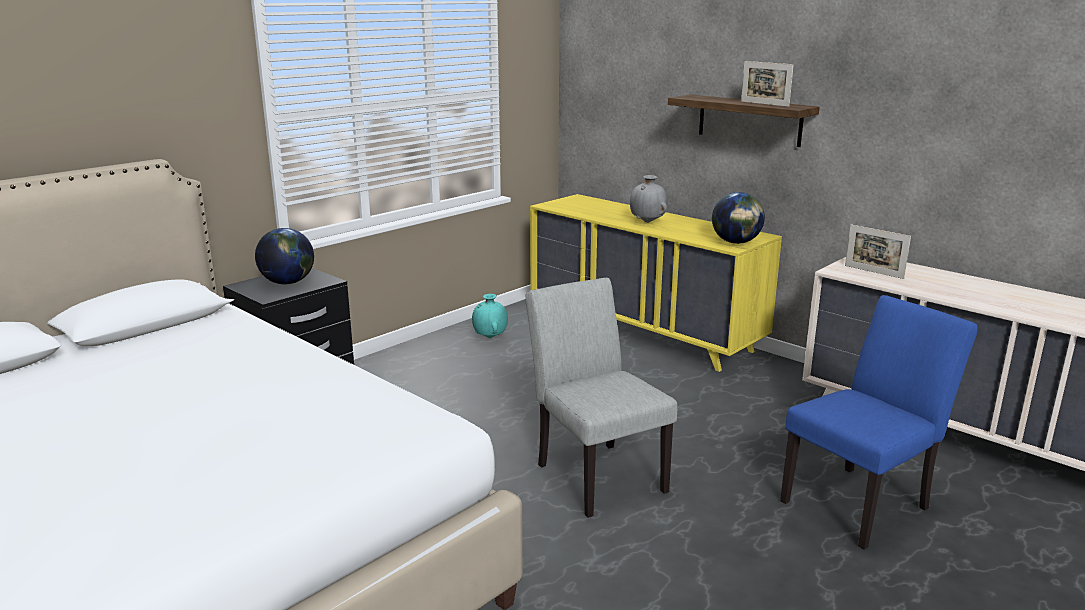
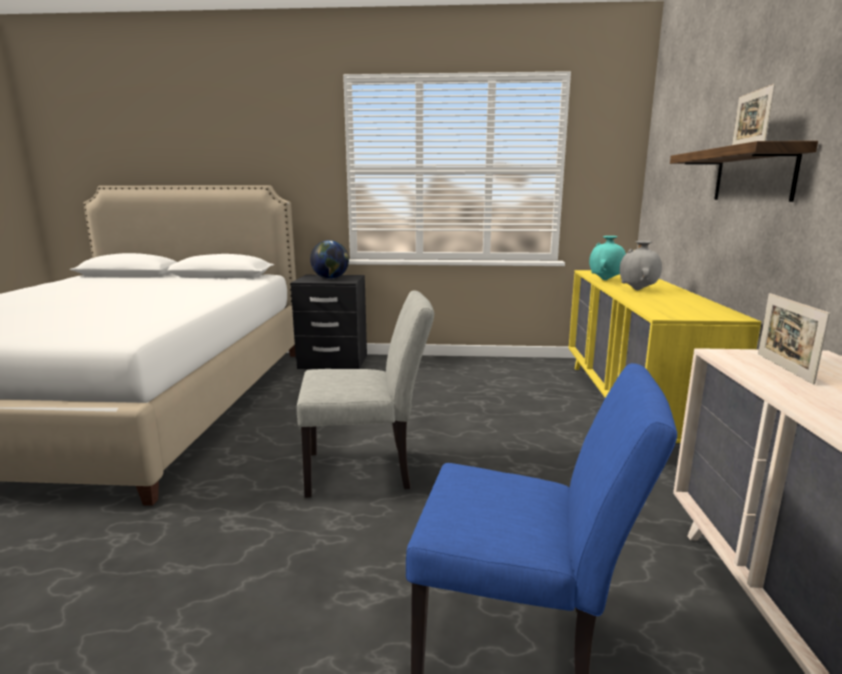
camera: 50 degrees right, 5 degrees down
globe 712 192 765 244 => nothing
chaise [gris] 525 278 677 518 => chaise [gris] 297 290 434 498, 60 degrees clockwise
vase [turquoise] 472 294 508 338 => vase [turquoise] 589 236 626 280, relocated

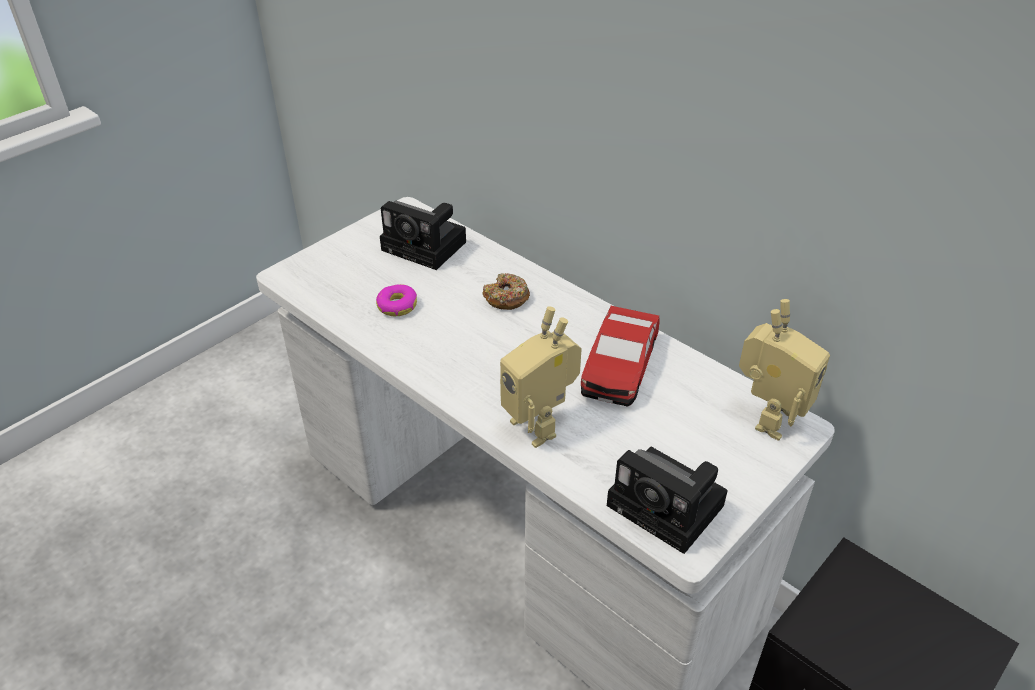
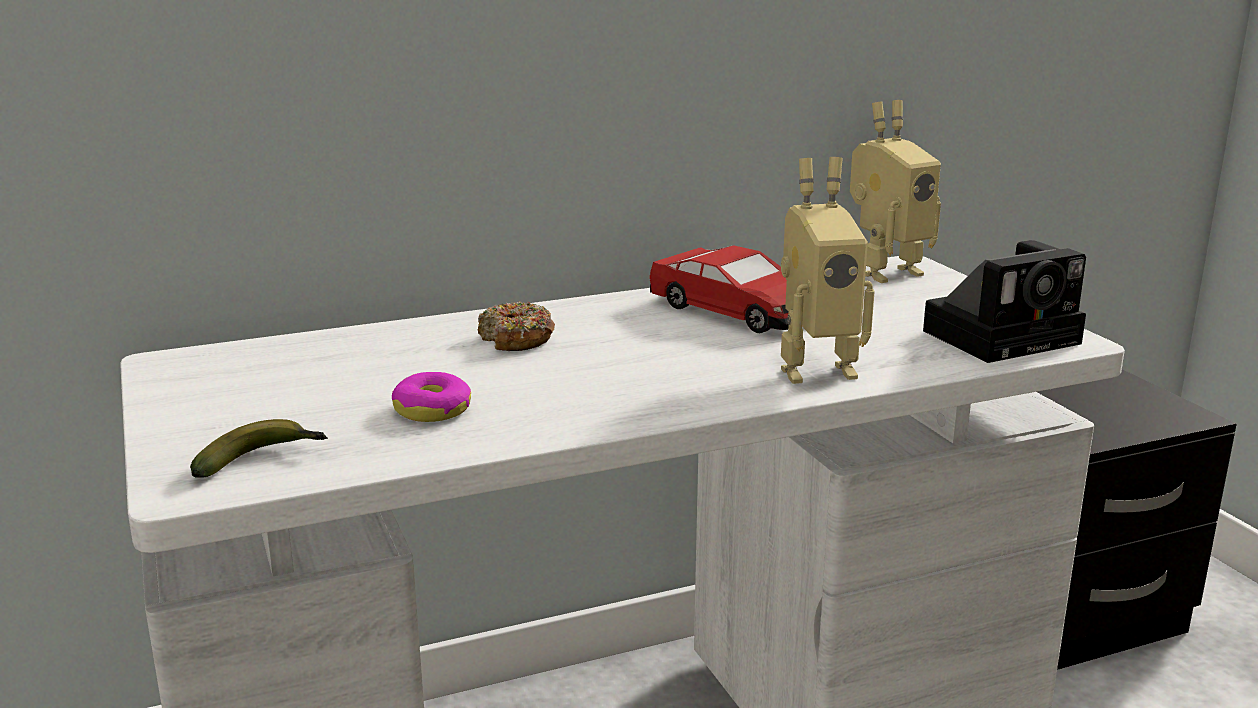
camera: 65 degrees left, 20 degrees down
appareil photo 380 201 466 270 => nothing
robot jouet 739 299 830 441 => robot jouet 850 100 941 283, 90 degrees clockwise
nothing => banane 190 419 328 478

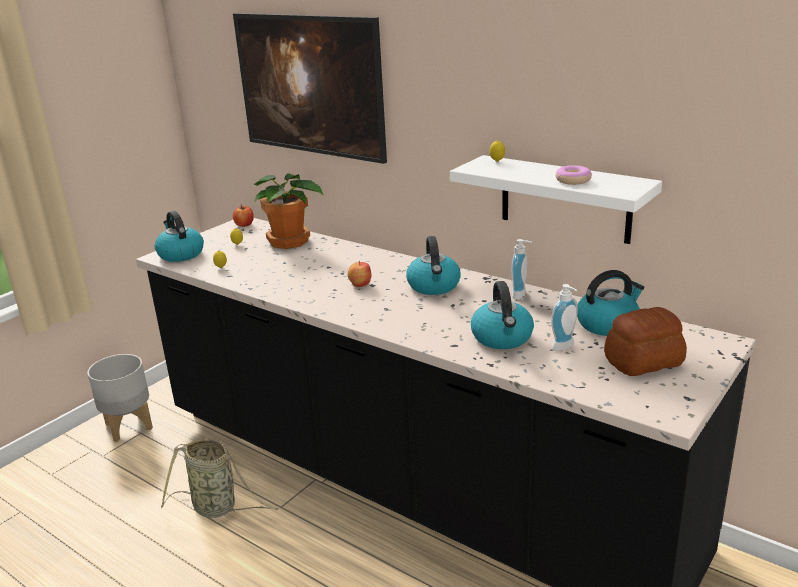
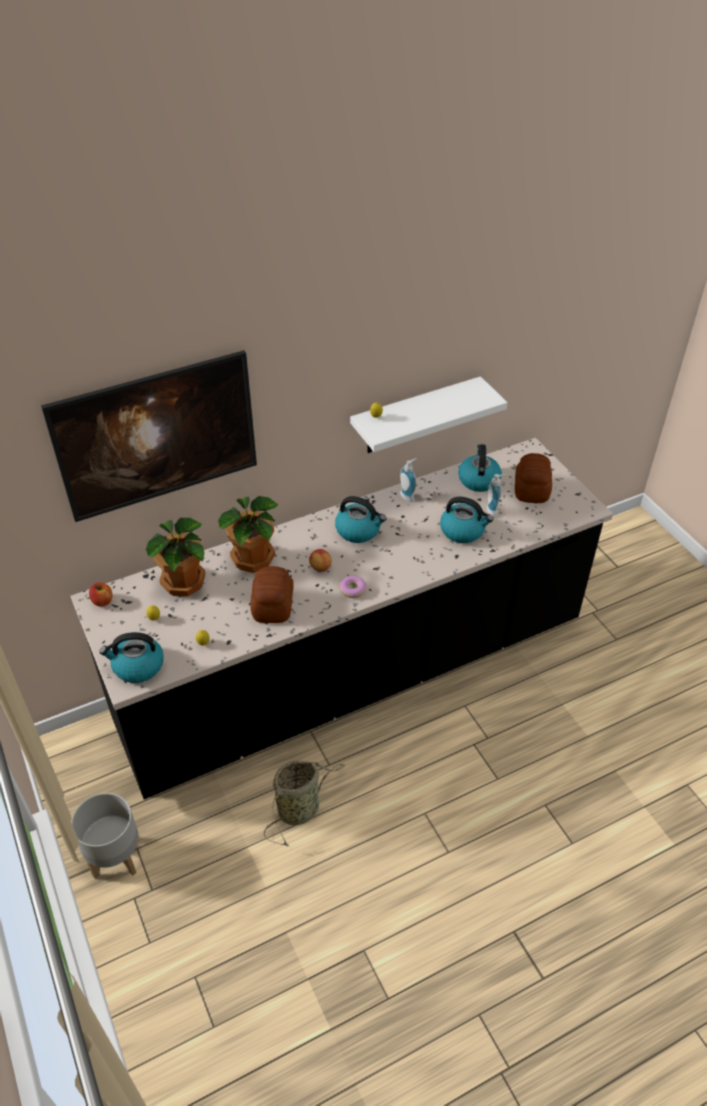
camera: 65 degrees left, 20 degrees up
beignet 556 165 592 185 => beignet 339 576 367 598, relocated
nothing => plante en pot 218 496 278 573
nothing => pain 250 566 294 623

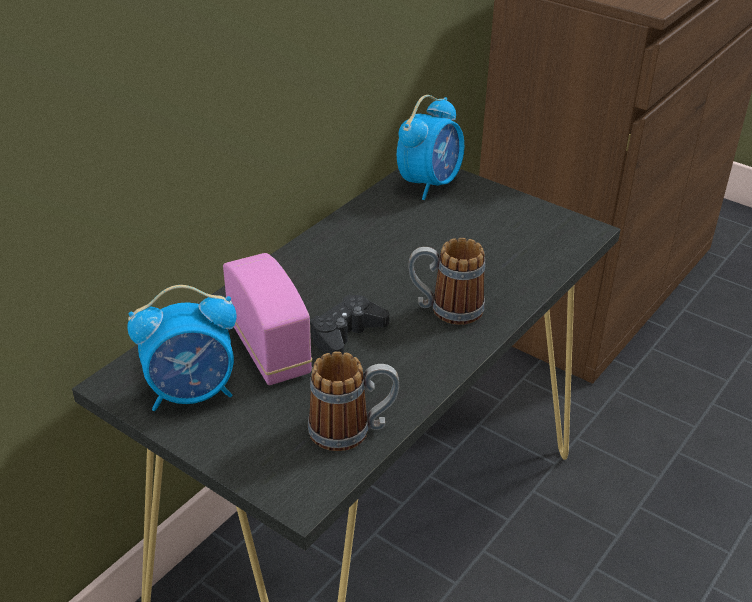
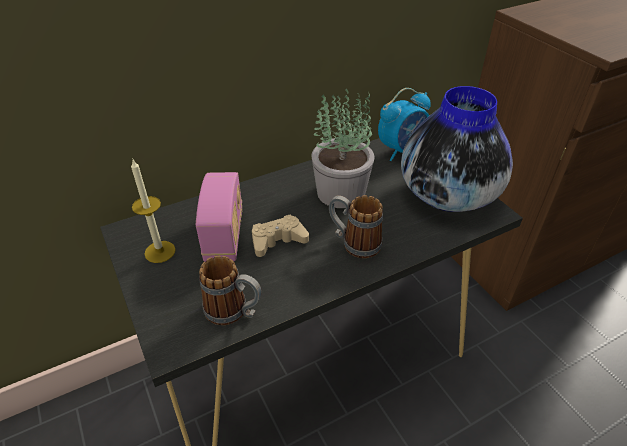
camera: 25 degrees right, 5 degrees up
réveil 127 285 237 411 => bougie 131 160 176 263
manette [noir] 310 294 389 355 => manette [beige] 252 215 309 257
nothing => vase 401 86 513 212
nothing => plante en pot 311 89 375 208

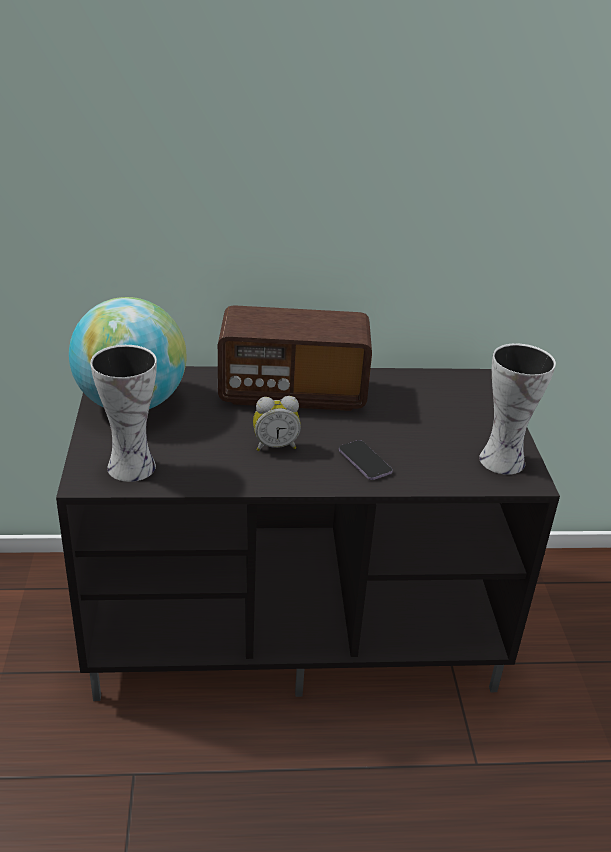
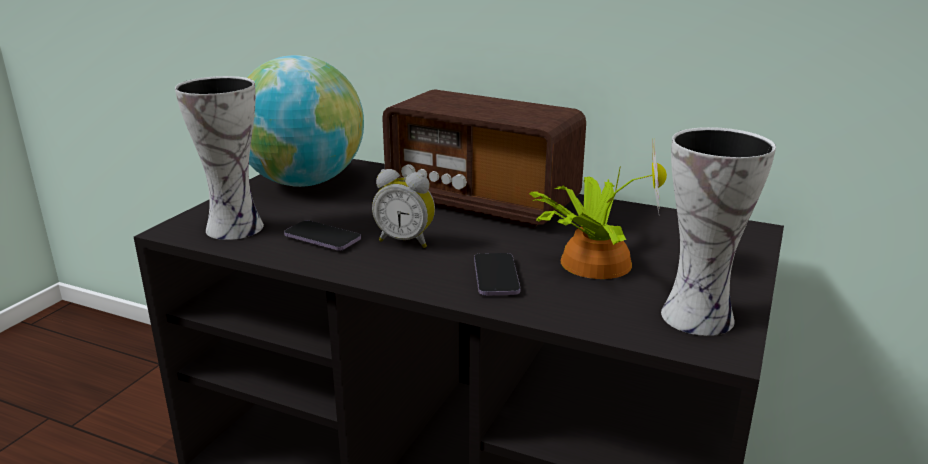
camera: 30 degrees right, 10 degrees down
nothing => plante en pot 529 138 667 279
nothing => téléphone 284 220 361 251

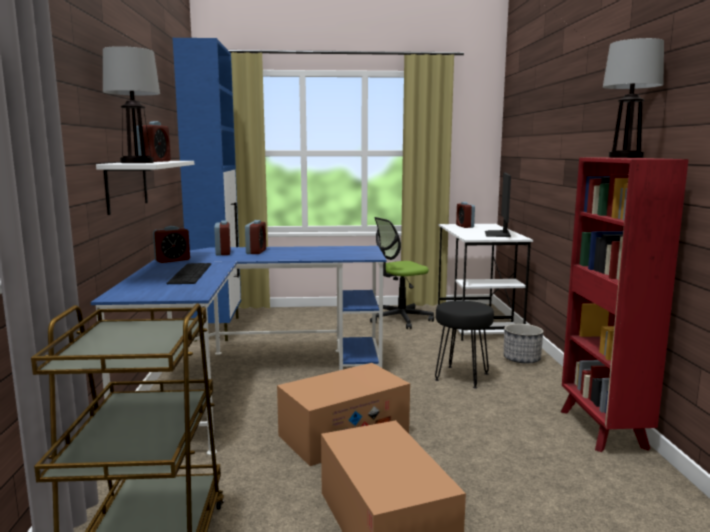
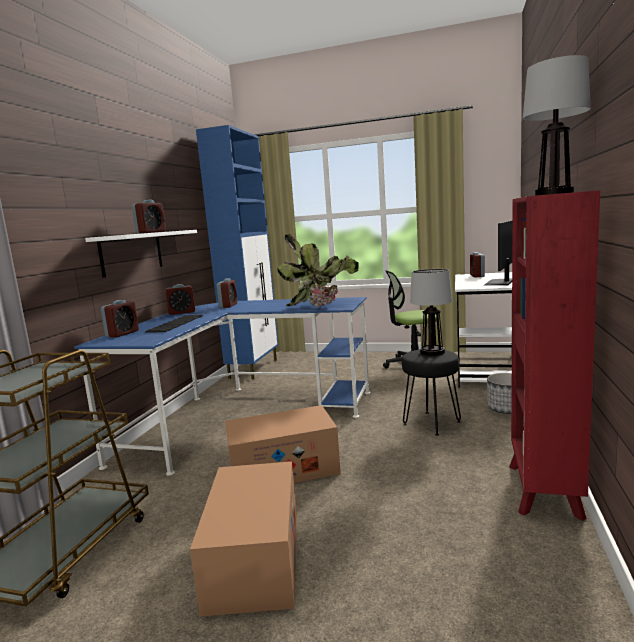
camera: 20 degrees right, 0 degrees up
lampe de table 103 46 160 163 => lampe de table 410 269 452 356, relocated
réveil 245 220 266 254 => réveil 101 300 139 338, relocated
nothing => plante en pot 277 234 358 308

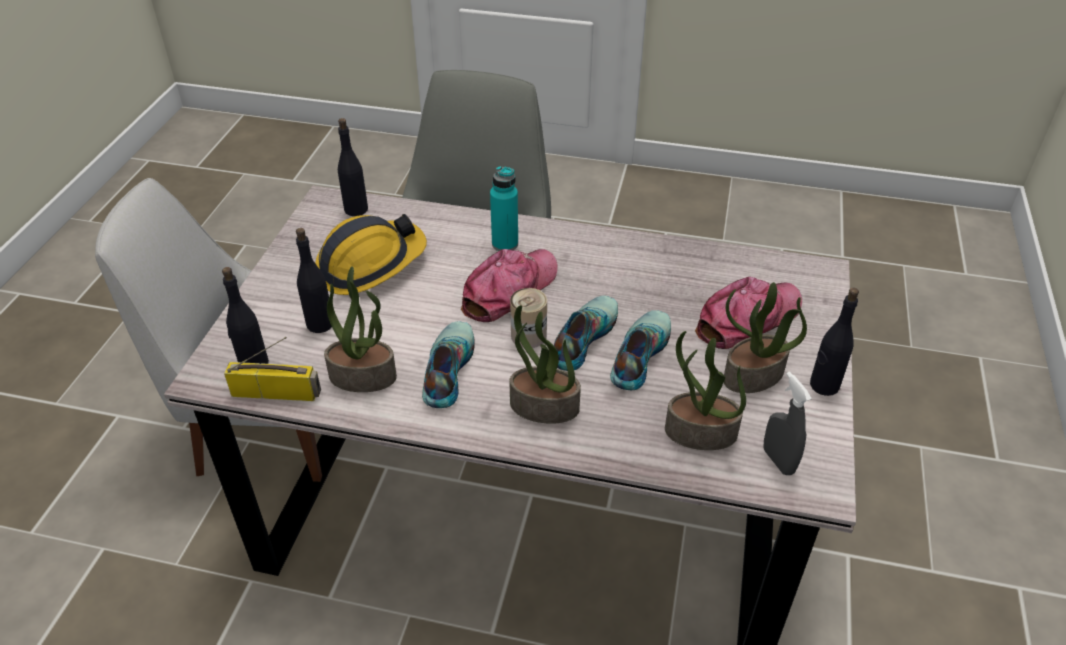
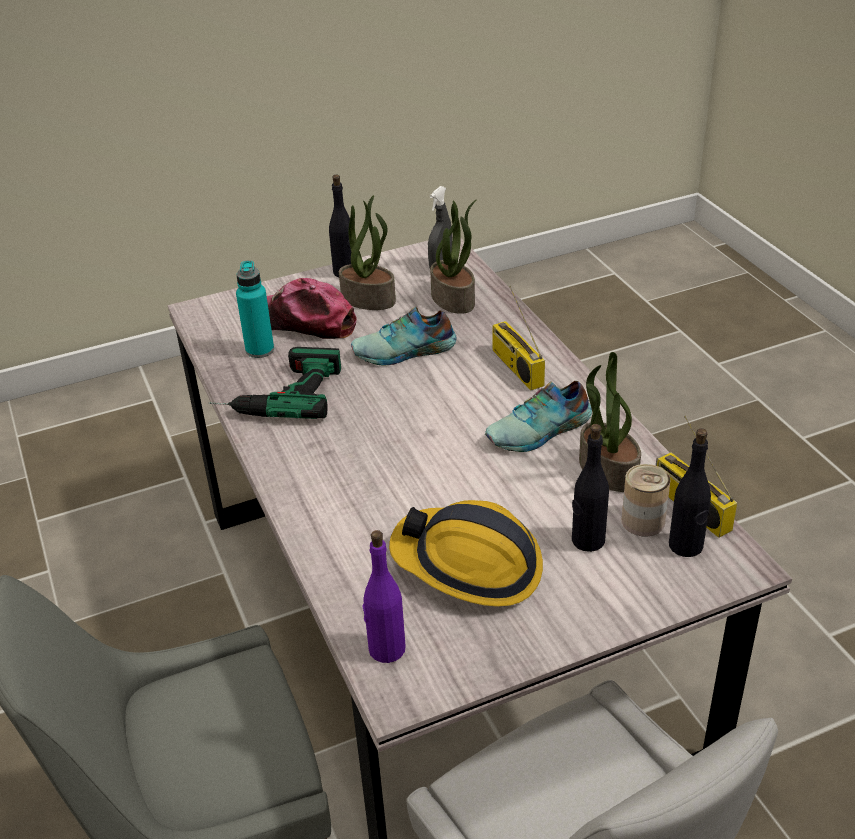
camera: 125 degrees left, 5 degrees down
bouteille [noir] 338 118 368 216 => bouteille [violet] 363 530 406 663
bouteille [turquoise] 490 166 518 251 => bouteille [turquoise] 236 260 274 358, relocated
casquette 461 249 558 322 => nothing
boîte métallique 510 288 547 348 => boîte métallique 622 464 670 537, relocated
chaussure 554 296 618 371 => nothing
plante en pot 509 305 581 424 => radio 493 286 545 390
nothing => perceuse 209 347 341 419

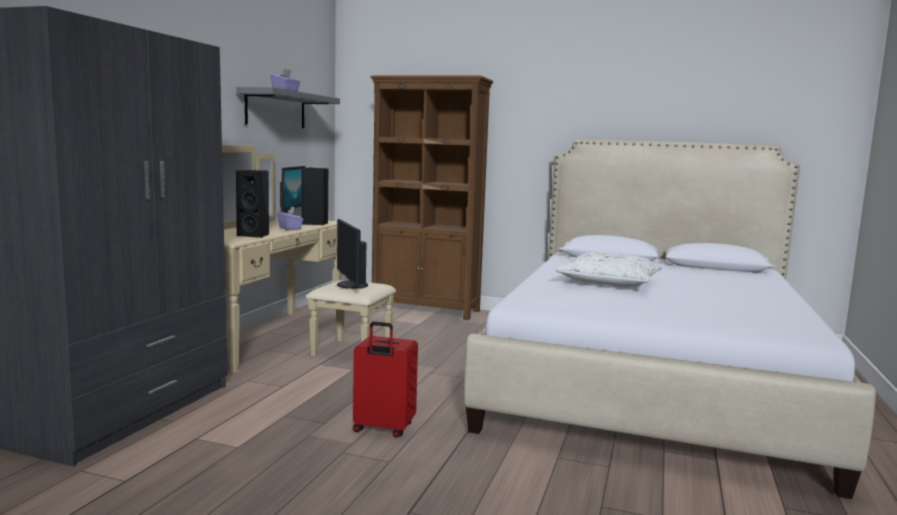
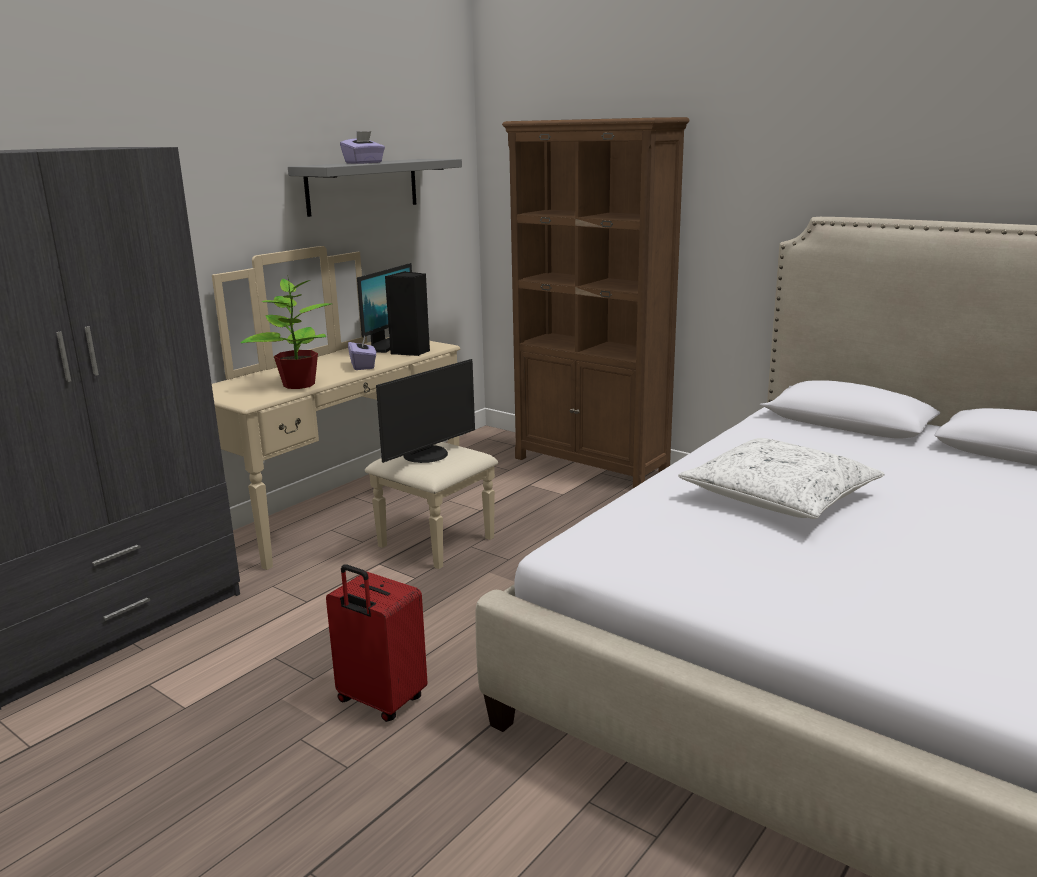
camera: 20 degrees right, 10 degrees up
enceinte [noir] 236 170 269 238 => plante en pot 240 275 331 389
écran d'ordinateur 337 219 368 289 => écran d'ordinateur 376 359 475 463, 135 degrees counterclockwise

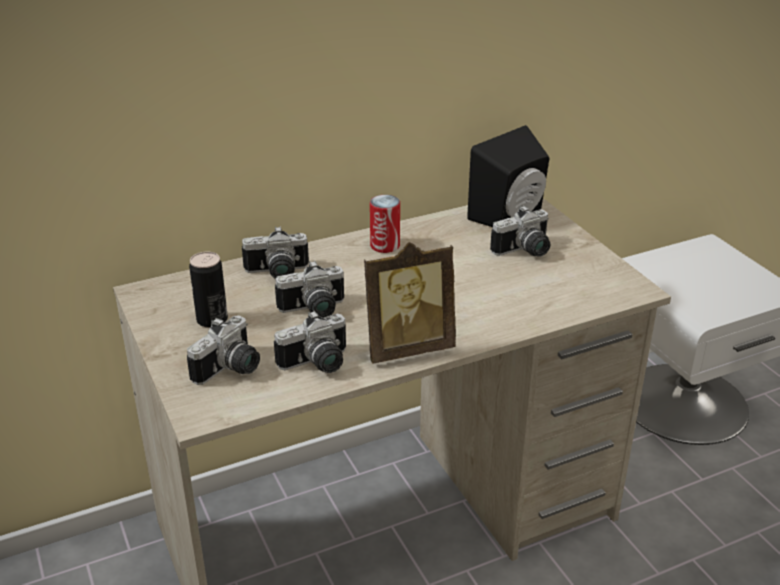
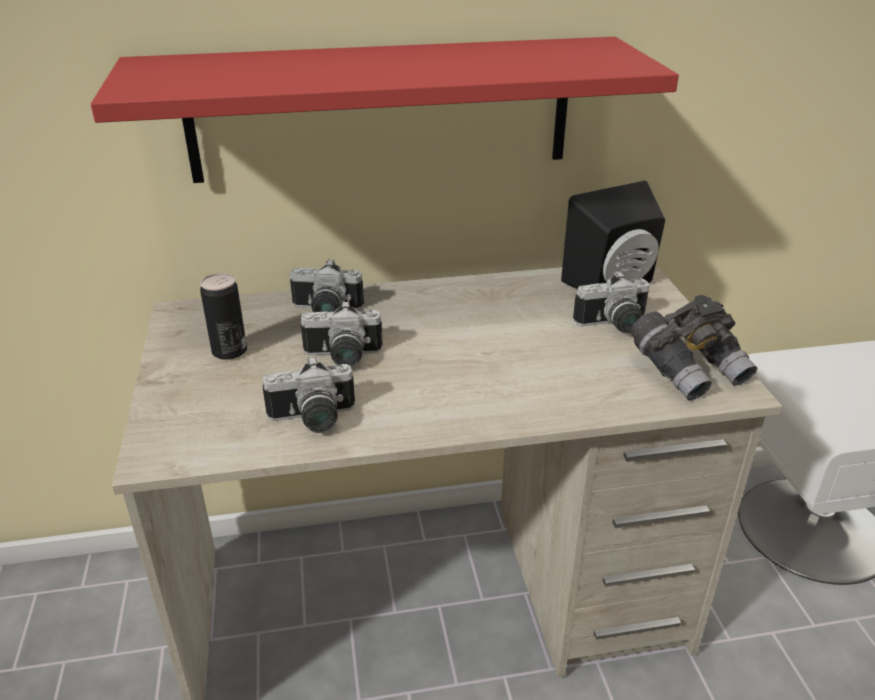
camera: 15 degrees right, 0 degrees up
boîte métallique 370 195 400 253 => nothing
cadre photo 364 242 456 364 => nothing
appareil photo 187 315 260 385 => nothing
nothing => étagère [rouge] 91 37 679 183
nothing => jumelles [gris] 631 295 758 401

